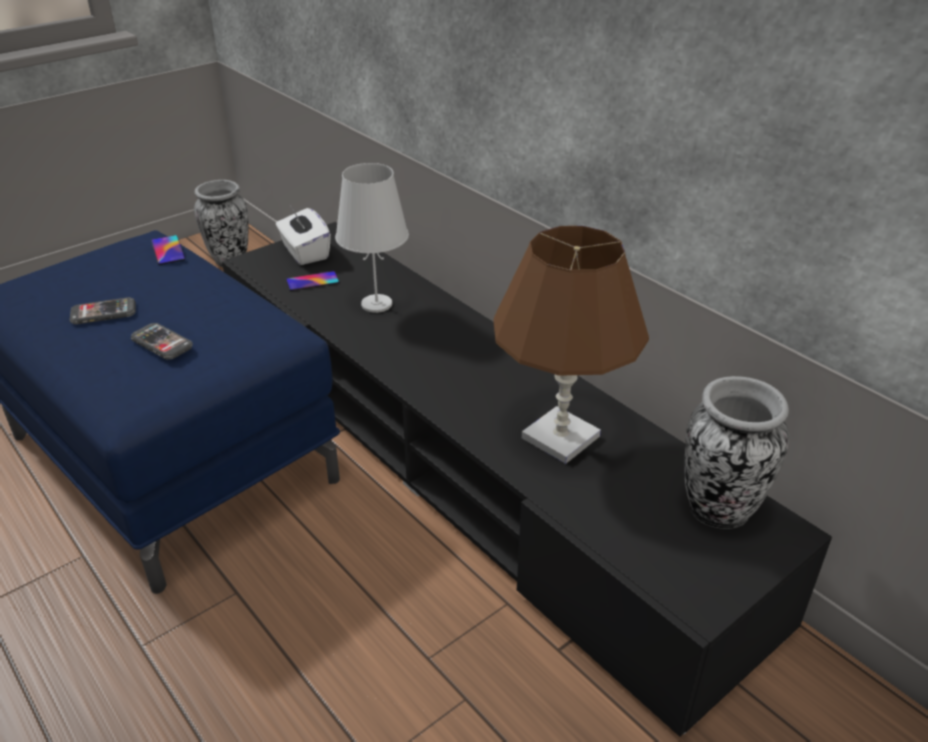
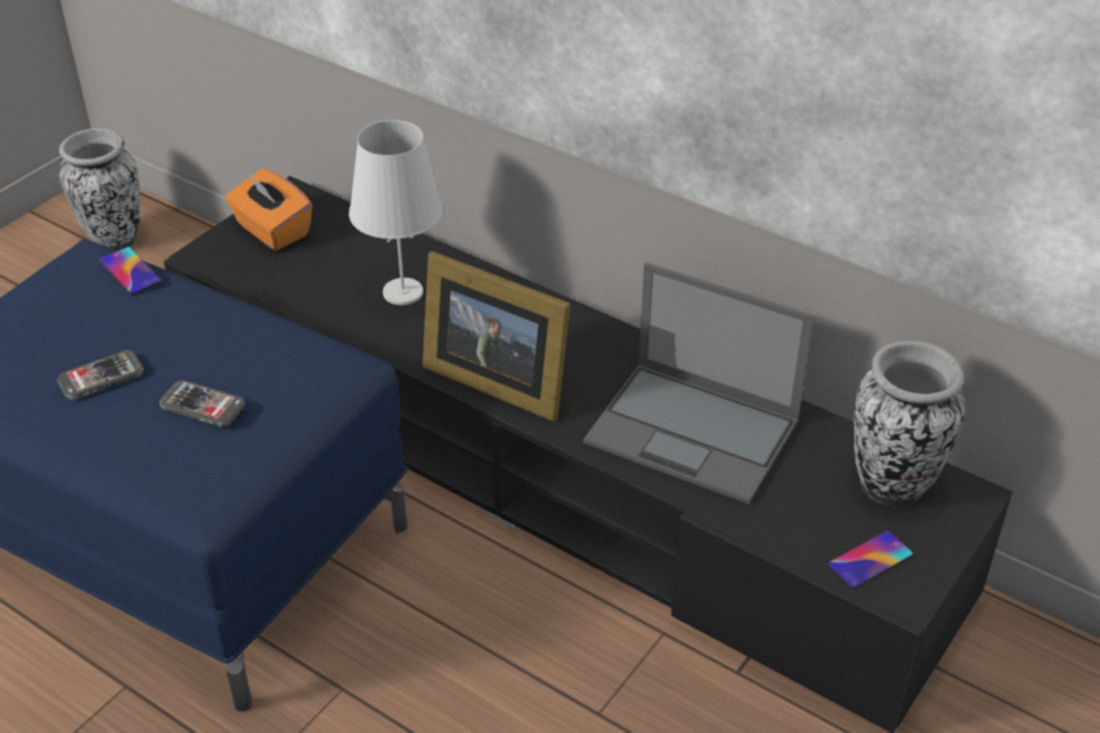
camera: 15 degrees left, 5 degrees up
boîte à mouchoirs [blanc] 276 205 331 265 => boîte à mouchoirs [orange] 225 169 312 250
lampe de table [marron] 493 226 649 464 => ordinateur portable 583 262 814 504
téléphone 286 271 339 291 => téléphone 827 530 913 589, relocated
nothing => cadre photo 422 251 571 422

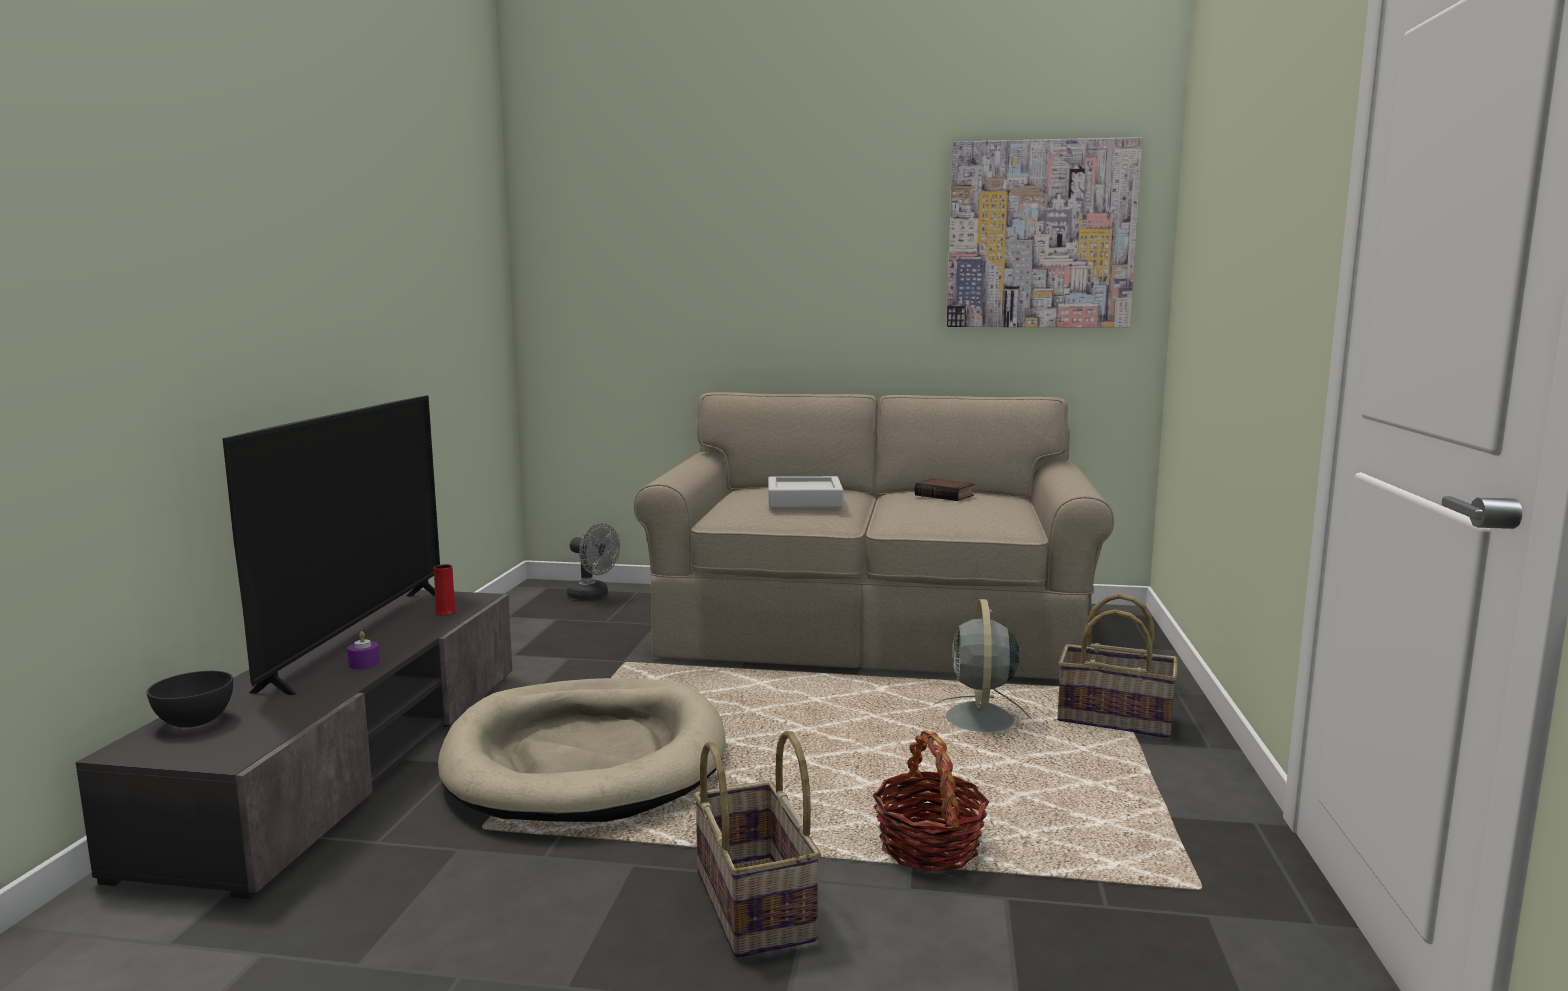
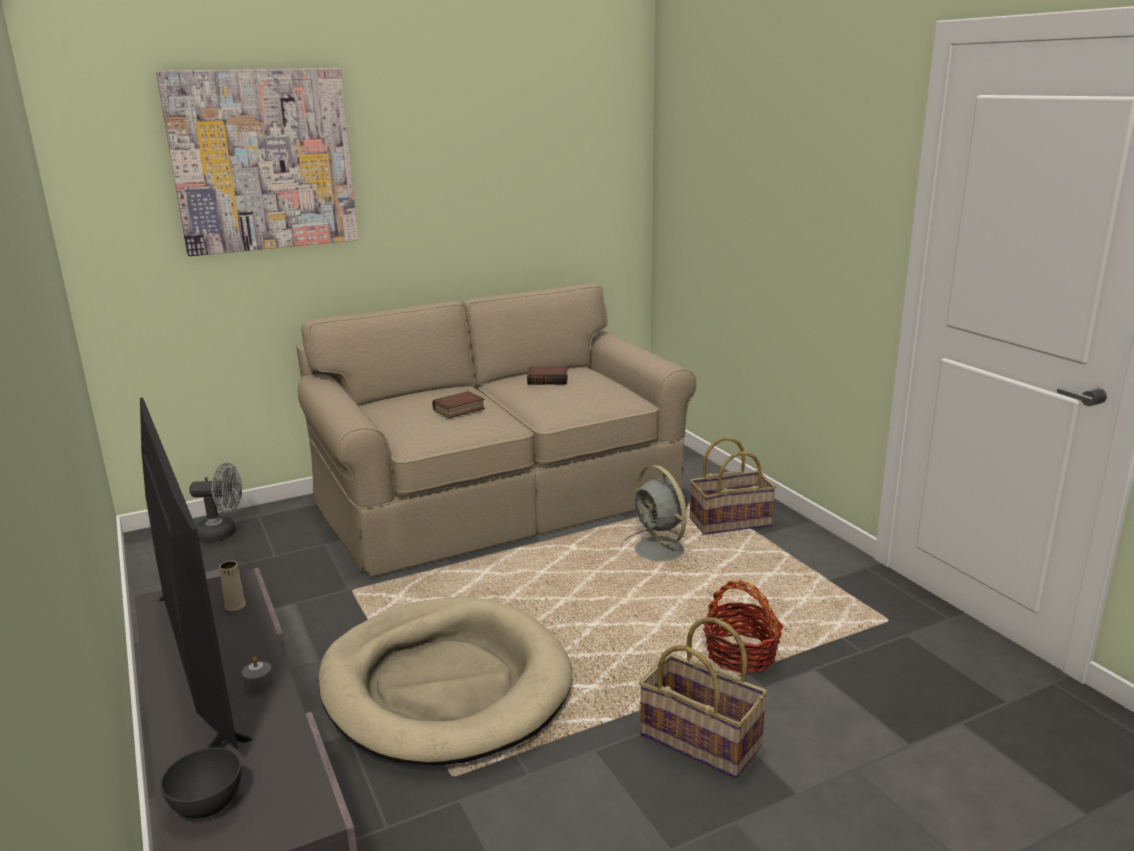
camera: 35 degrees left, 10 degrees up
tableau 947 137 1143 328 => tableau 156 68 358 256, relocated
plateau [gris] 768 476 844 508 => livre 432 391 485 418
vase [rouge] 434 564 457 615 => vase [beige] 219 561 246 611
bougie [violet] 347 631 380 670 => bougie [gris] 242 657 274 694

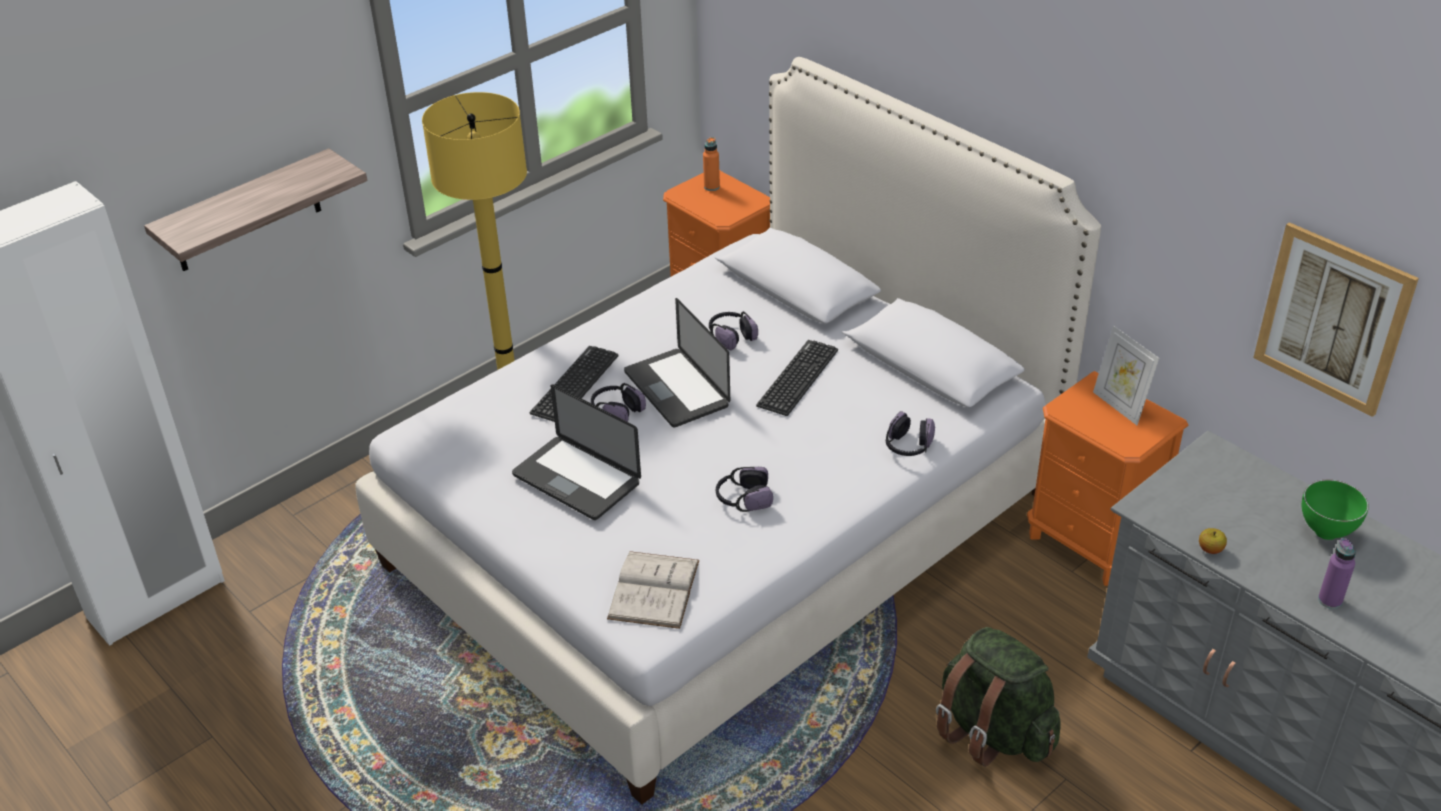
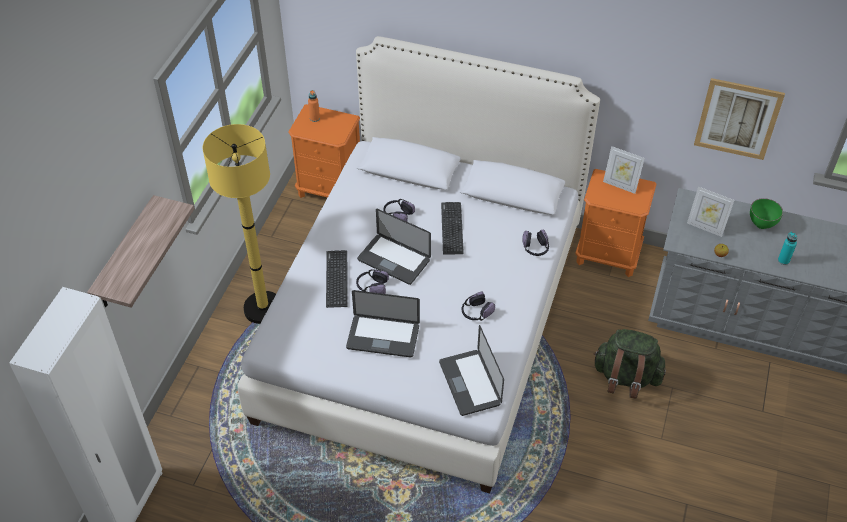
camera: 30 degrees left, 10 degrees up
bouteille [violet] 1318 538 1356 609 => bouteille [turquoise] 778 232 797 265
livre [blanc] 607 551 700 629 => ordinateur portable 439 325 504 416
nothing => cadre photo 687 186 734 237

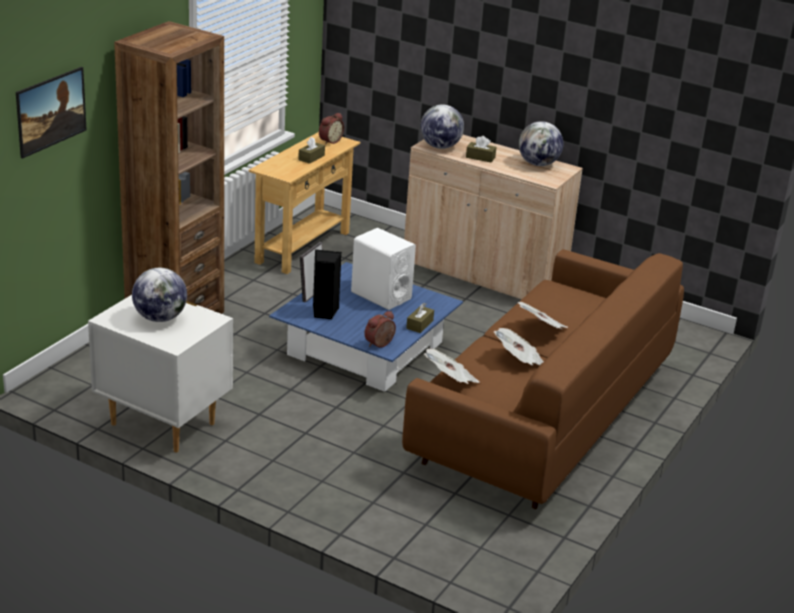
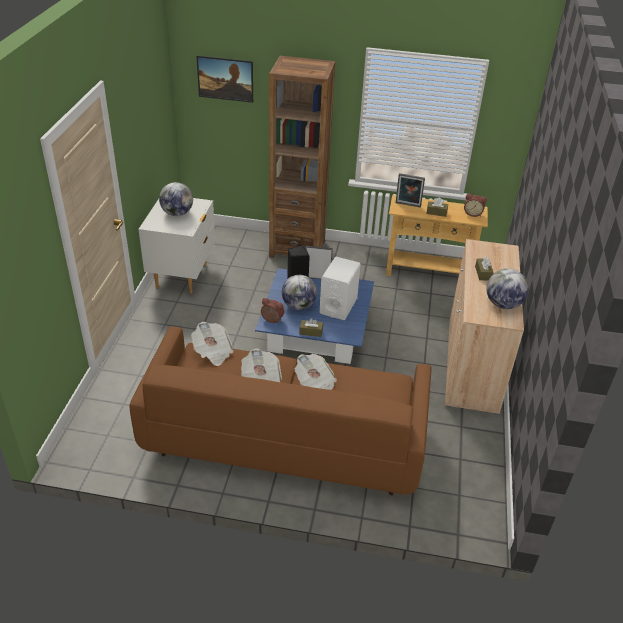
camera: 70 degrees right, 10 degrees up
globe 420 104 464 149 => globe 282 275 317 310, relocated
nothing => cadre photo 396 173 425 207

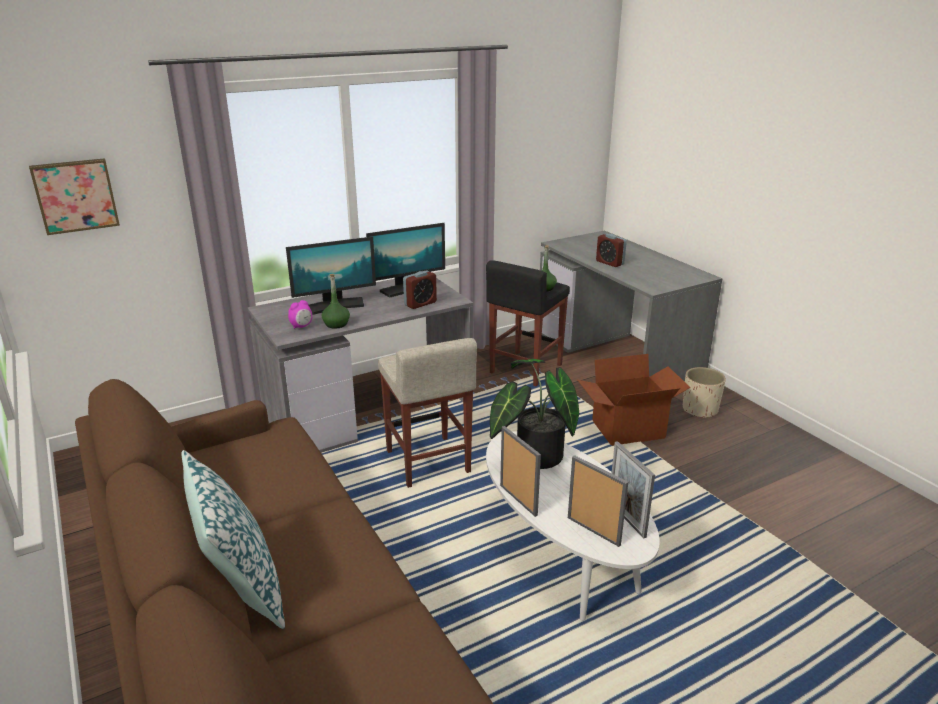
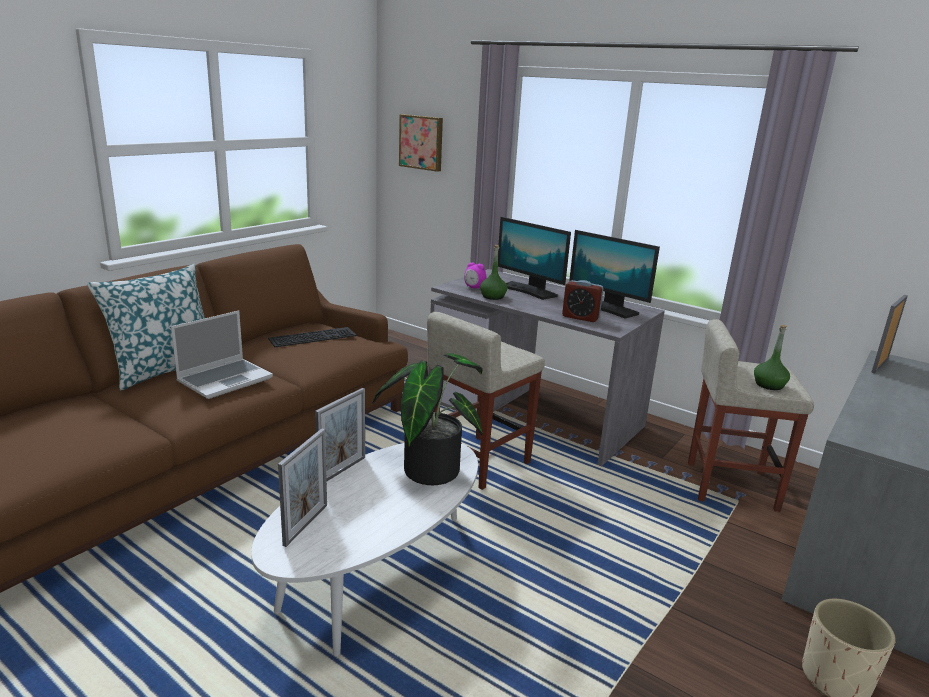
camera: 65 degrees right, 5 degrees down
réveil 596 234 627 267 => nothing
tabouret [noir] 486 260 570 386 => tabouret [beige] 688 319 814 512
carton 578 354 690 446 => nothing
cadre photo 611 441 655 538 => cadre photo 871 295 908 374, relocated
nothing => ordinateur portable 171 310 273 399
nothing => clavier 268 327 357 347

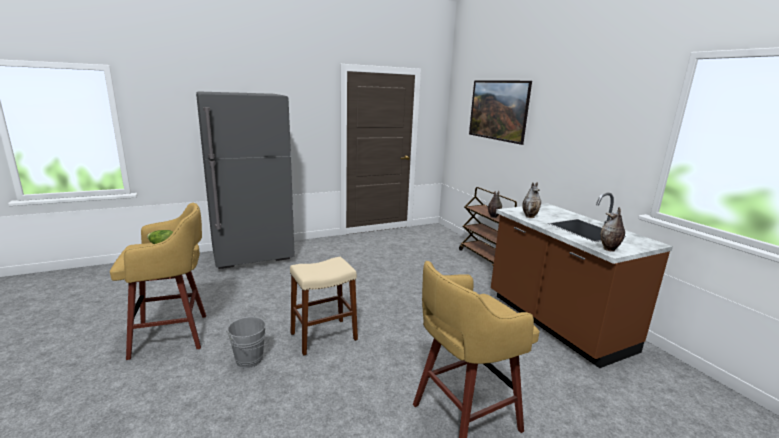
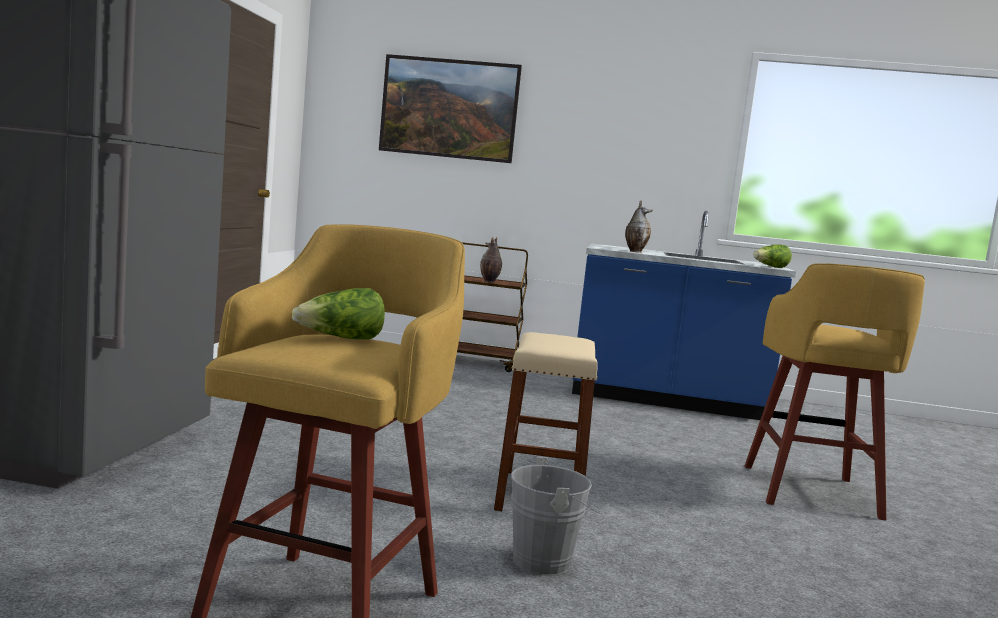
camera: 55 degrees left, 10 degrees down
comptoir de cuisine [marron] 491 192 673 368 => comptoir de cuisine [bleu] 572 211 796 420
vase 600 207 625 252 => laitue 753 244 792 268

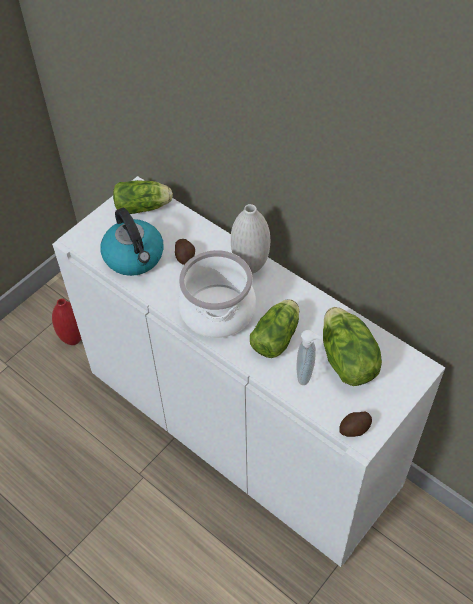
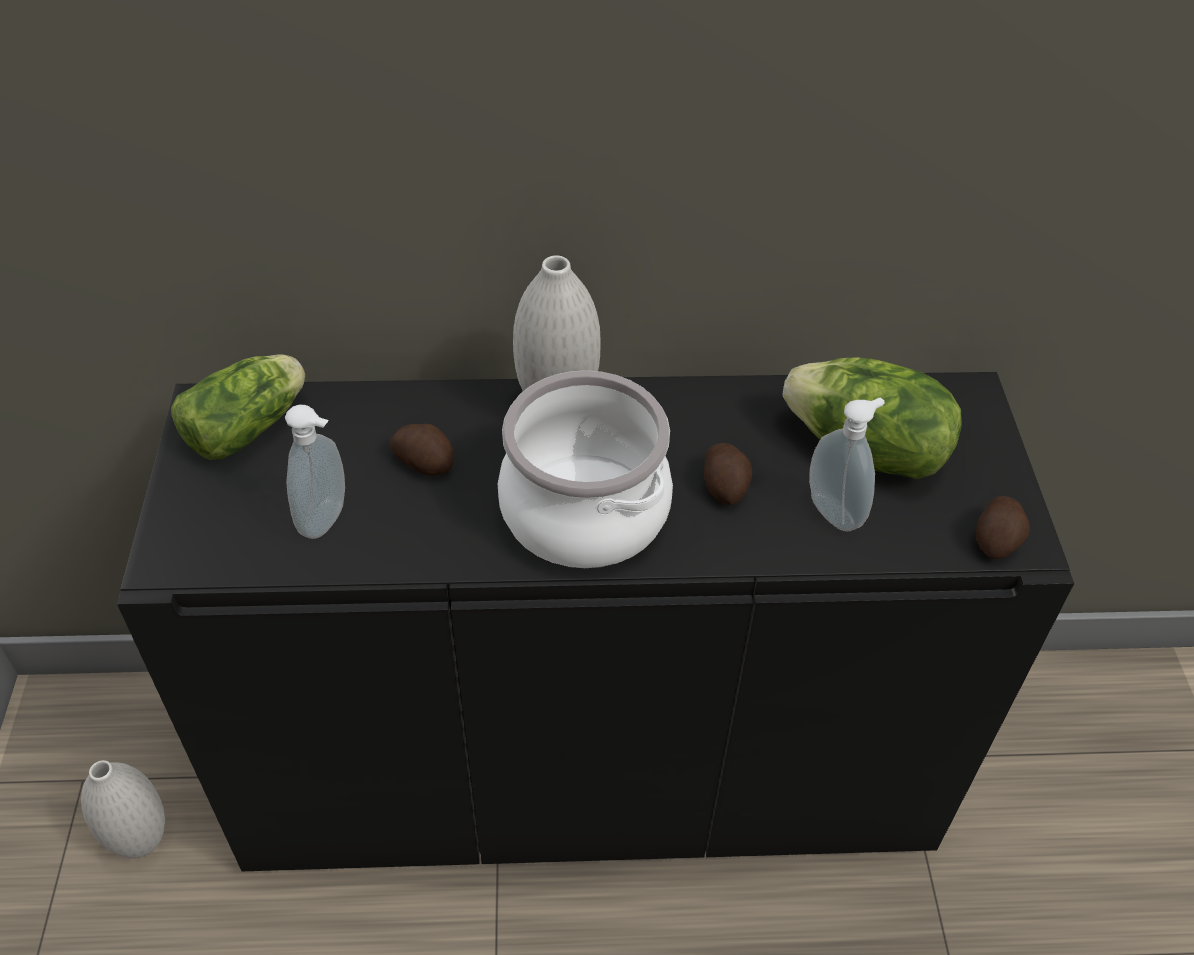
camera: 45 degrees left, 5 degrees down
meuble de rangement [blanc] 52 176 445 567 => meuble de rangement [noir] 117 372 1074 871
bouilloire 101 208 164 276 => distributeur de savon 285 404 345 539
vase [rouge] 52 298 81 345 => vase [blanc] 81 760 165 858
laitue 250 299 299 358 => pomme de terre 704 443 753 505

